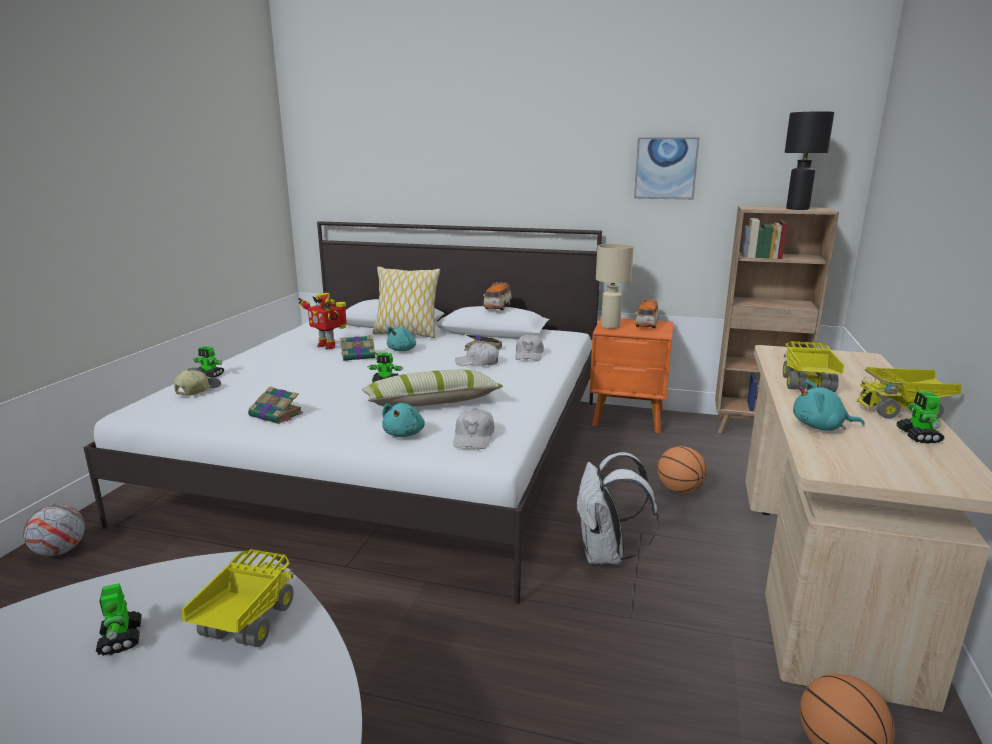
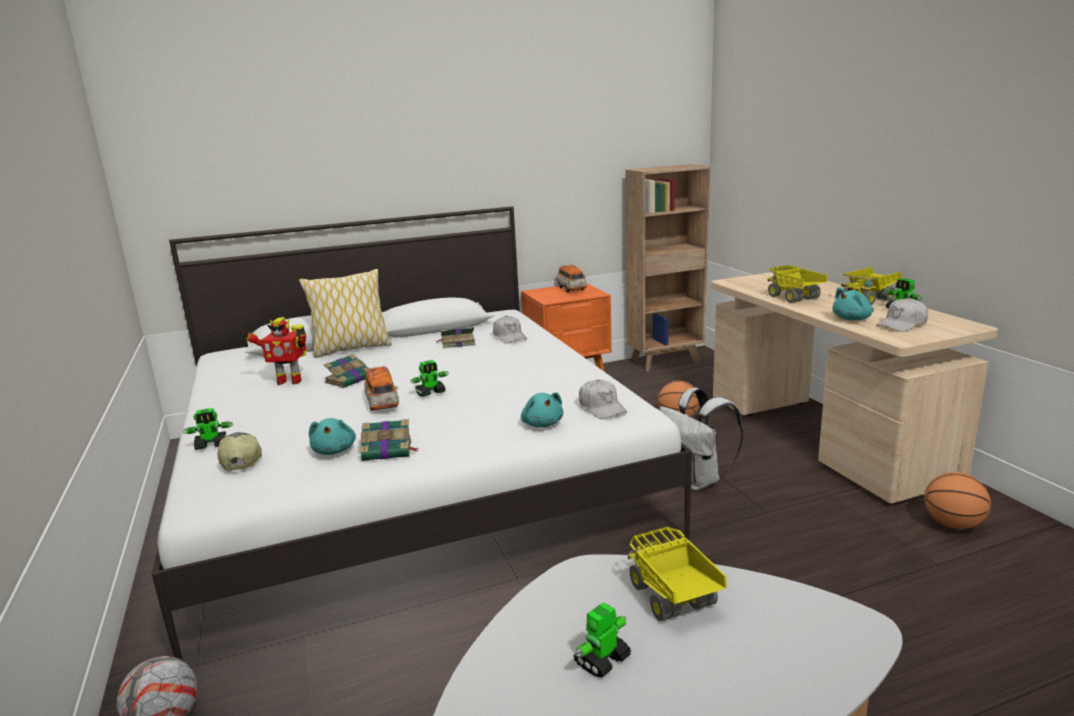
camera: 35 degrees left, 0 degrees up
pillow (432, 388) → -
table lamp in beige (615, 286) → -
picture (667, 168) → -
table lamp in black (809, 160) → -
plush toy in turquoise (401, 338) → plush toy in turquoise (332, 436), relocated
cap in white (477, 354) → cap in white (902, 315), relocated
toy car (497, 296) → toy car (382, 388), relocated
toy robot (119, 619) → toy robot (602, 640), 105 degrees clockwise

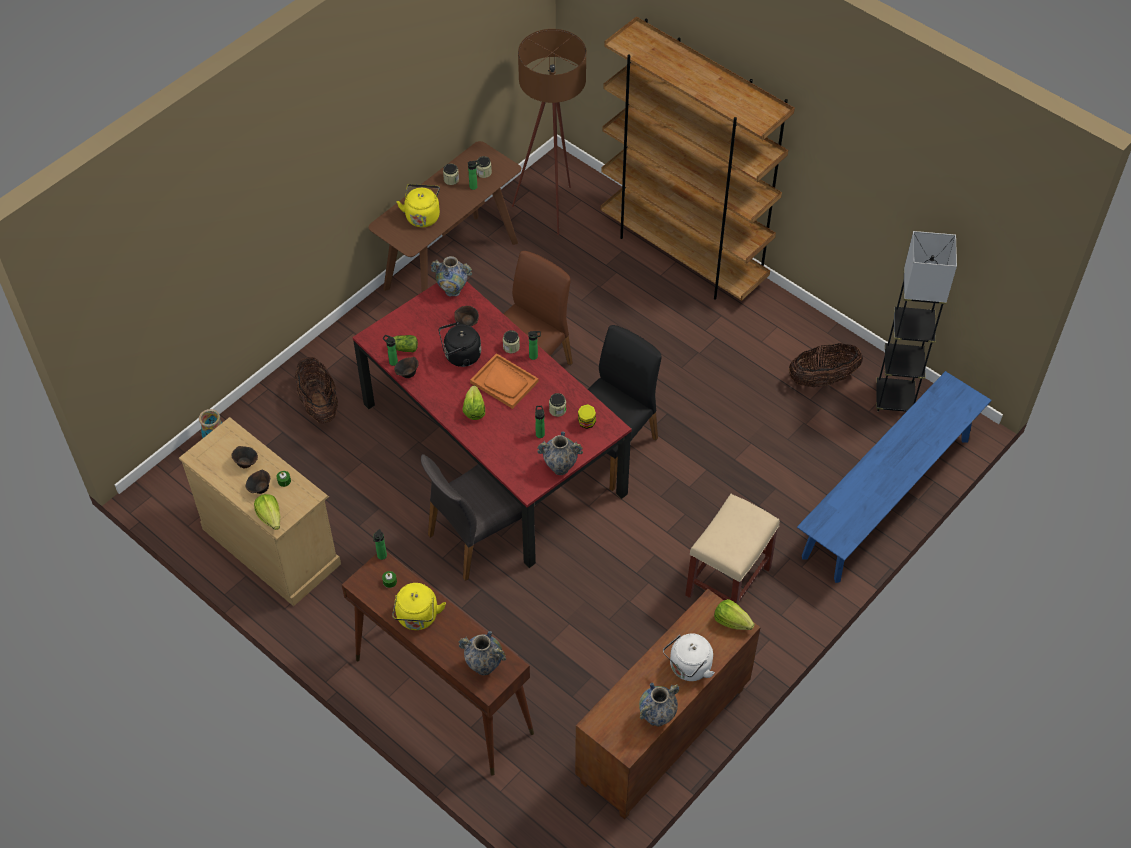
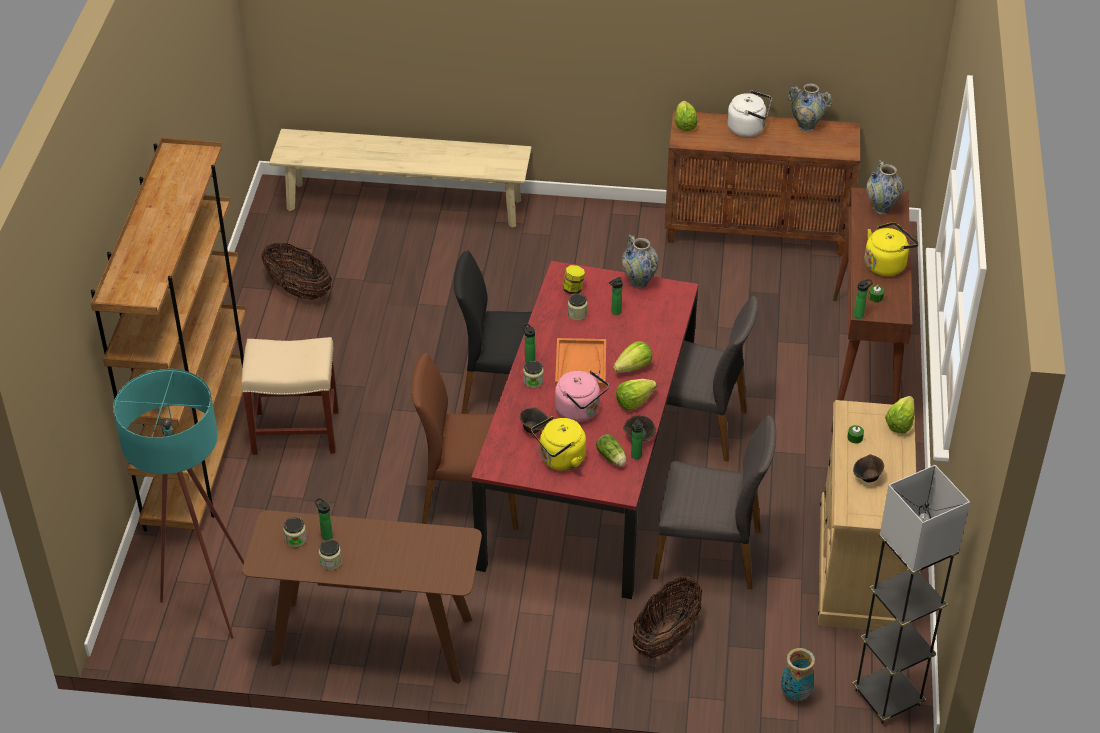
camera: 125 degrees left, 10 degrees down
bowl in brown (258, 481) → -
vase (451, 276) → -
- → lettuce (636, 395)
- → chair in grey (714, 502)
kettle in yellow (418, 205) → kettle in yellow (558, 443), relocated
stool in beige (732, 549) → stool in beige (290, 396), relocated
floor lamp in grey (916, 321) → floor lamp in grey (911, 594), relocated
kettle in black (460, 344) → kettle in pink (582, 396)
floor lamp in brown (549, 132) → floor lamp in turquoise (178, 504)
bench in blue (894, 477) → bench in beige (400, 178)

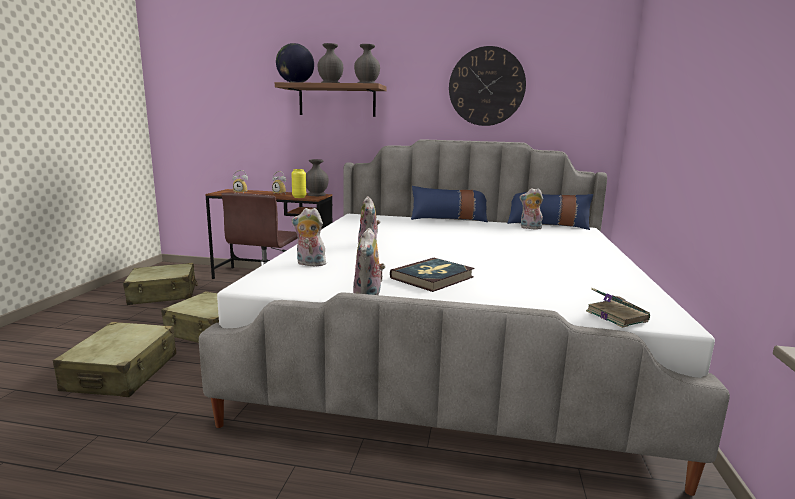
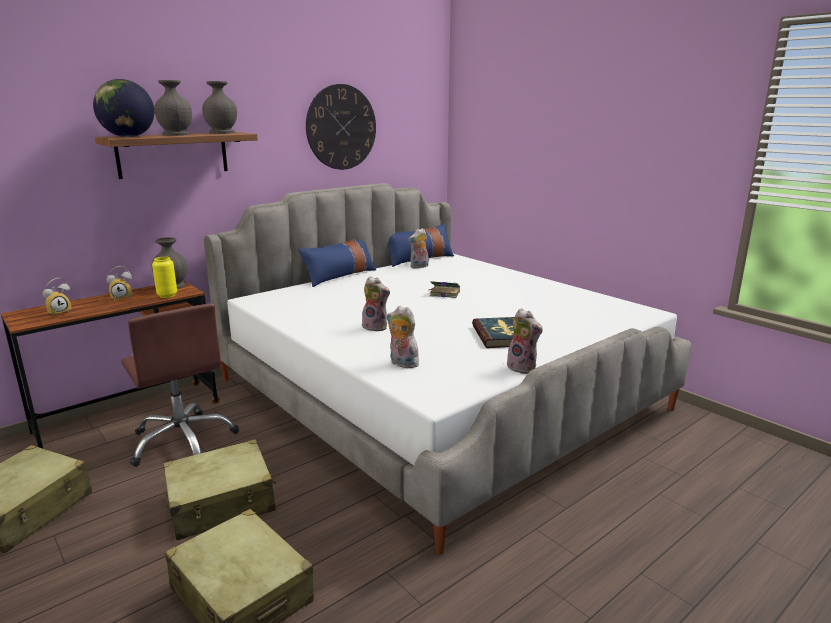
camera: 50 degrees left, 5 degrees up
book (618, 308) → book (445, 289), relocated
plush toy (309, 237) → plush toy (403, 337), 75 degrees clockwise

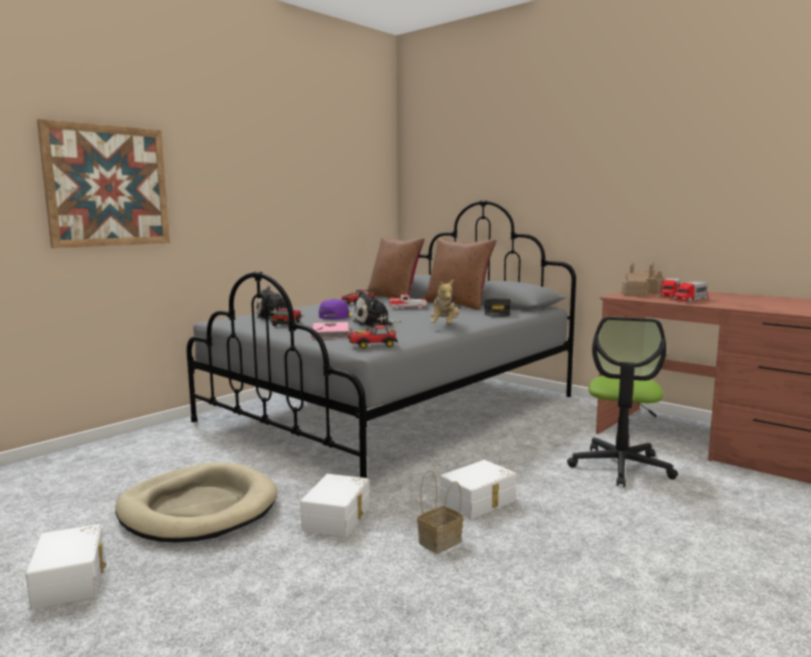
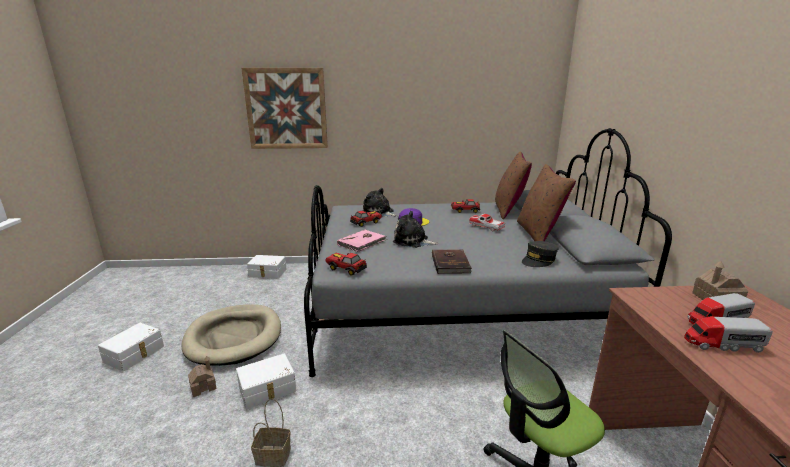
camera: 45 degrees right, 10 degrees up
storage box in white (478, 489) → storage box in white (266, 267), relocated
toy house (634, 278) → toy house (202, 376), relocated
plush toy (444, 301) → book in brown (452, 261)

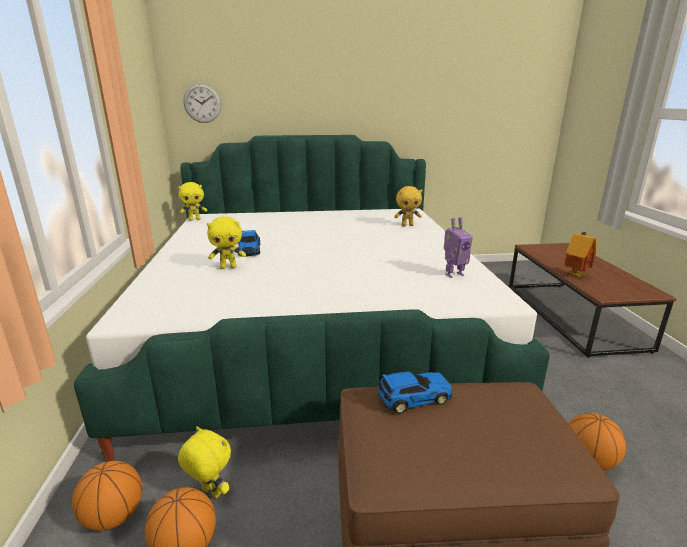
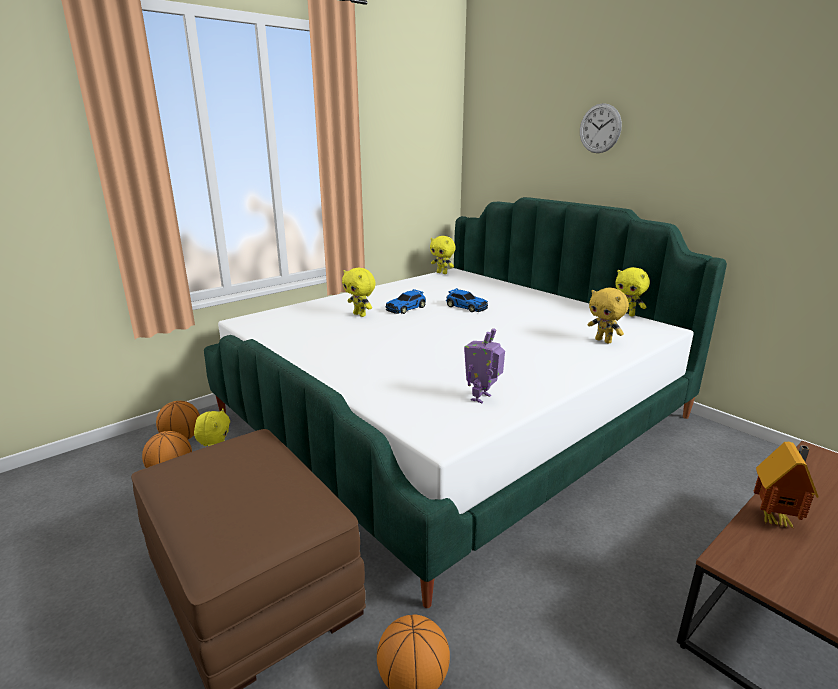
camera: 55 degrees right, 0 degrees up
- → plush toy in yellow (632, 292)
wall clock (202, 103) → wall clock (601, 128), relocated
toy car (414, 392) → toy car (467, 300), relocated
toy robot (458, 247) → toy robot (484, 365), 90 degrees clockwise

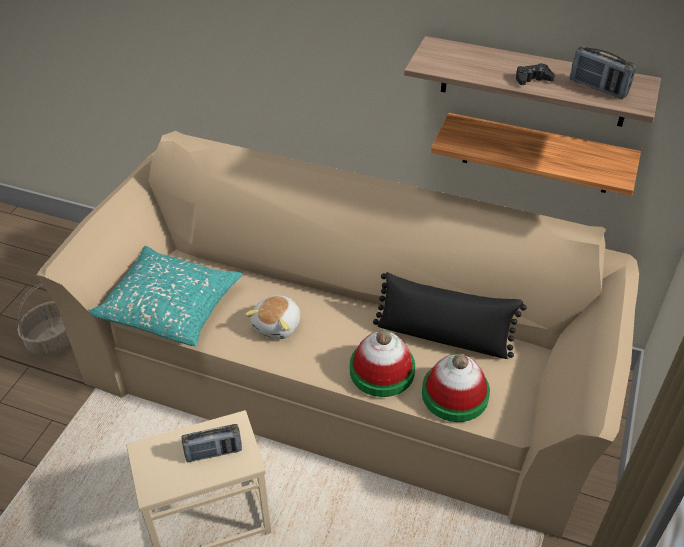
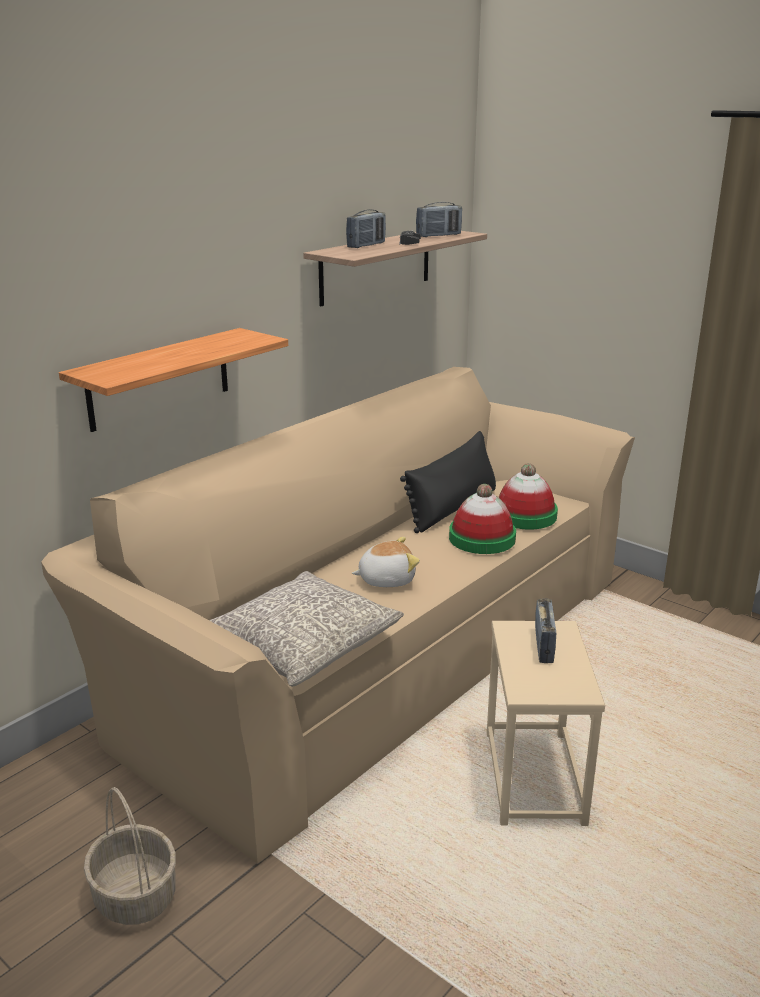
camera: 70 degrees left, 20 degrees down
- → radio (366, 228)
shelf (536, 154) → shelf (173, 380), relocated
pillow in turquoise (166, 296) → pillow in grey (306, 629)
plush toy (272, 317) → plush toy (386, 562), 60 degrees counterclockwise

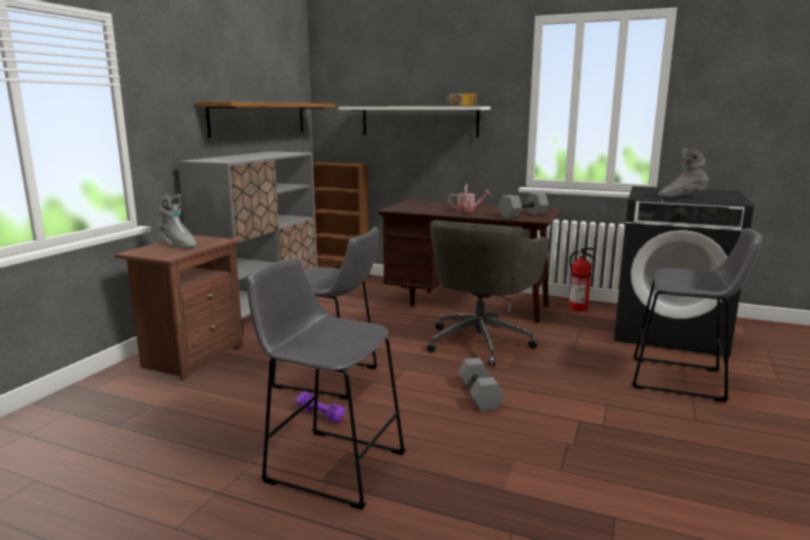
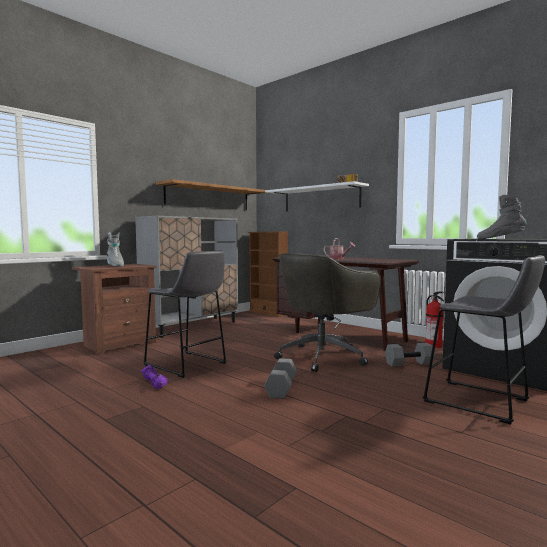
camera: 20 degrees right, 10 degrees down
stool in grey (326, 384) → -
dumbbell in grey (524, 205) → dumbbell in grey (410, 355), relocated

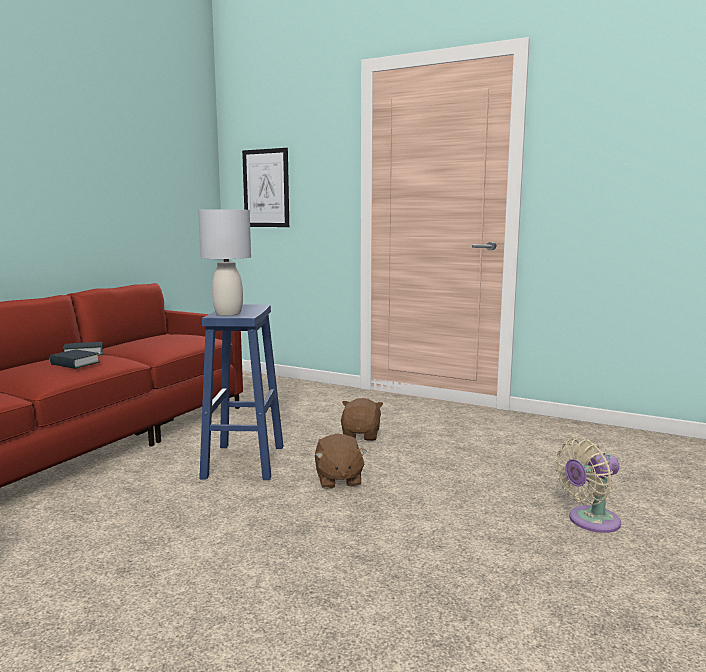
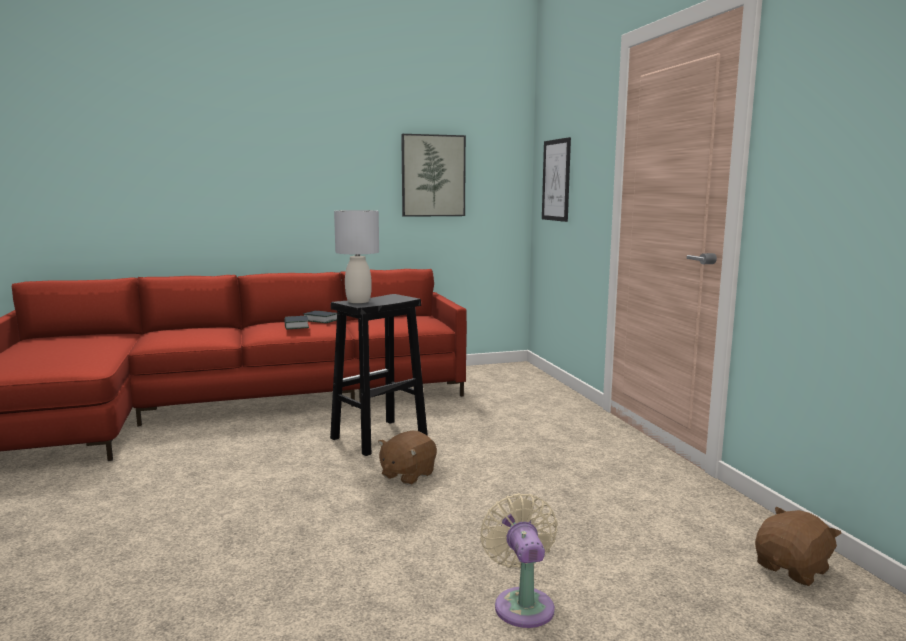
camera: 45 degrees right, 0 degrees up
- → picture (433, 175)
plush toy in brown (362, 419) → plush toy in brown (798, 546), relocated
stool in blue (241, 392) → stool in black (379, 375)
fan in beige (588, 485) → fan in beige (519, 560), 60 degrees clockwise

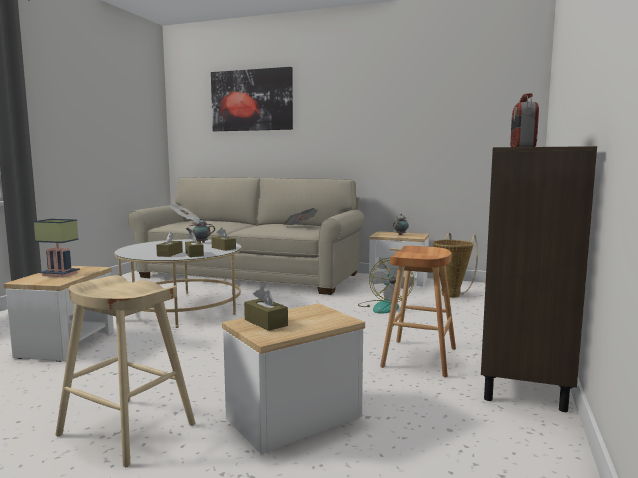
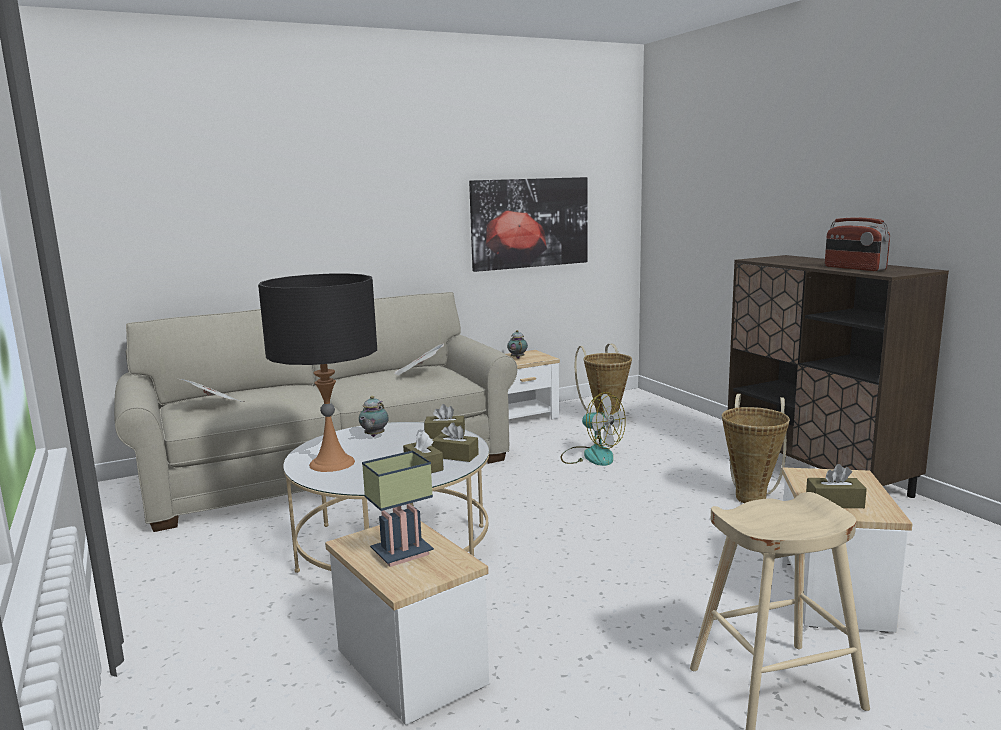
camera: 45 degrees left, 5 degrees up
- → table lamp in black (317, 373)
picture (252, 99) → picture (528, 224), relocated
stool in brown (418, 311) → basket (756, 448)

